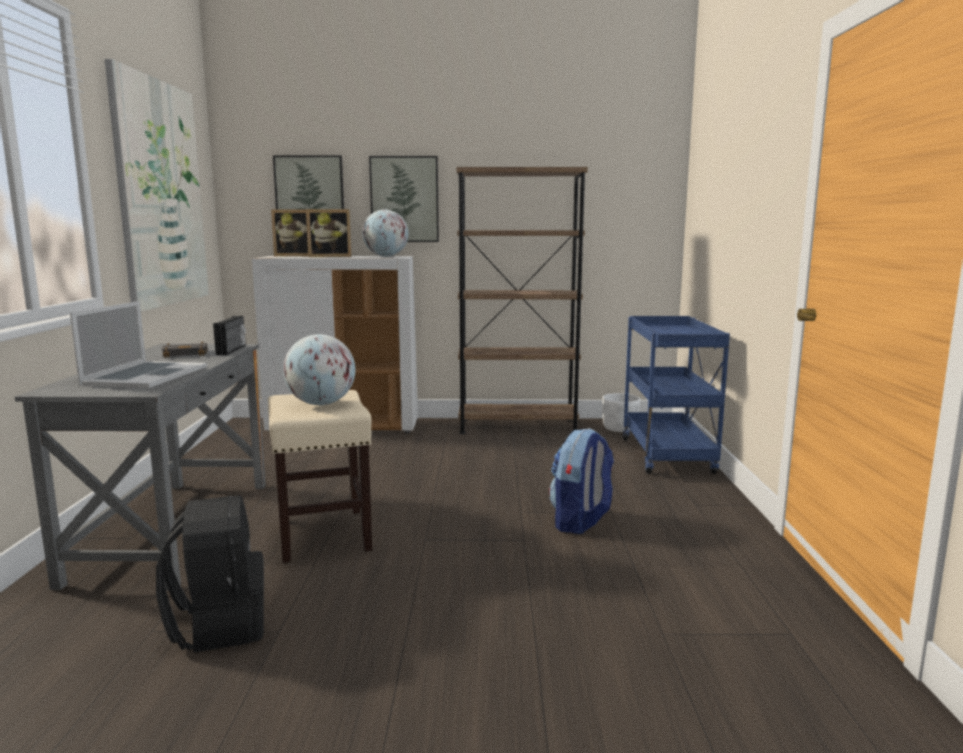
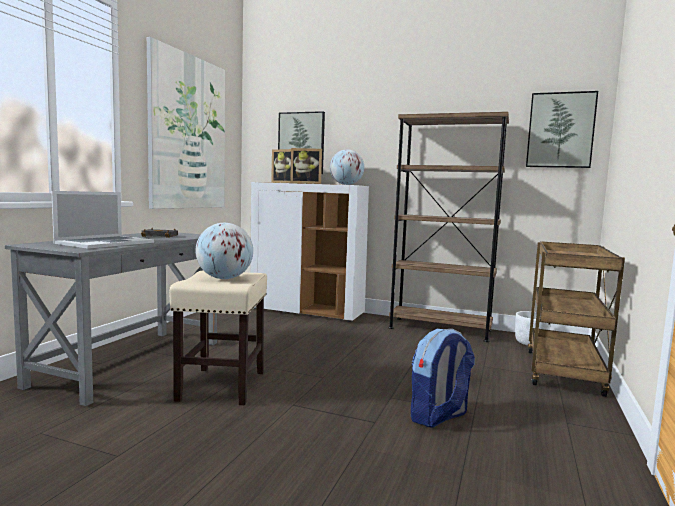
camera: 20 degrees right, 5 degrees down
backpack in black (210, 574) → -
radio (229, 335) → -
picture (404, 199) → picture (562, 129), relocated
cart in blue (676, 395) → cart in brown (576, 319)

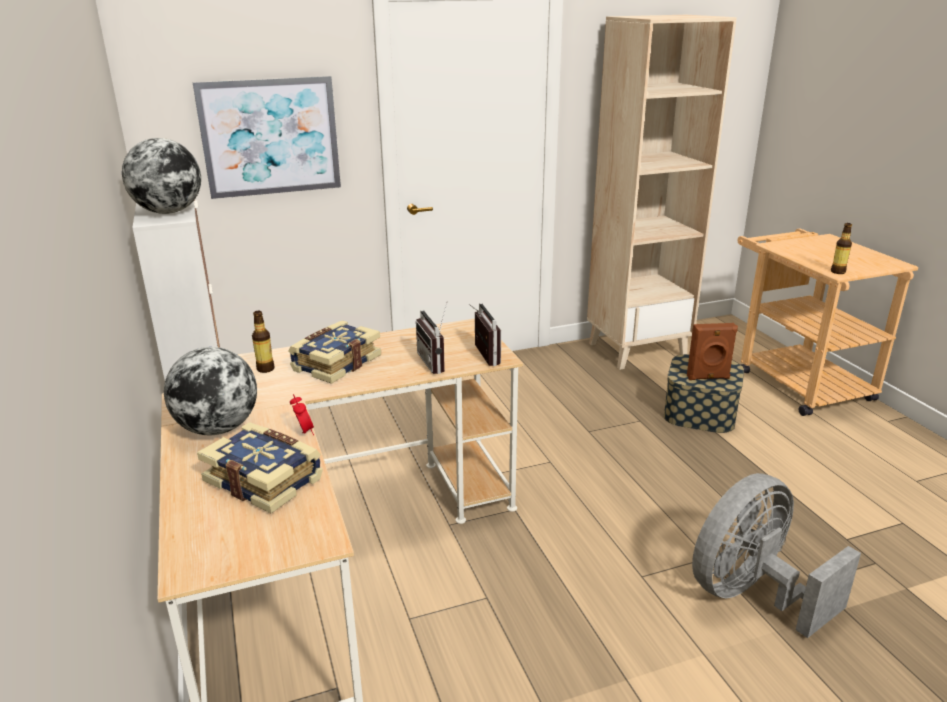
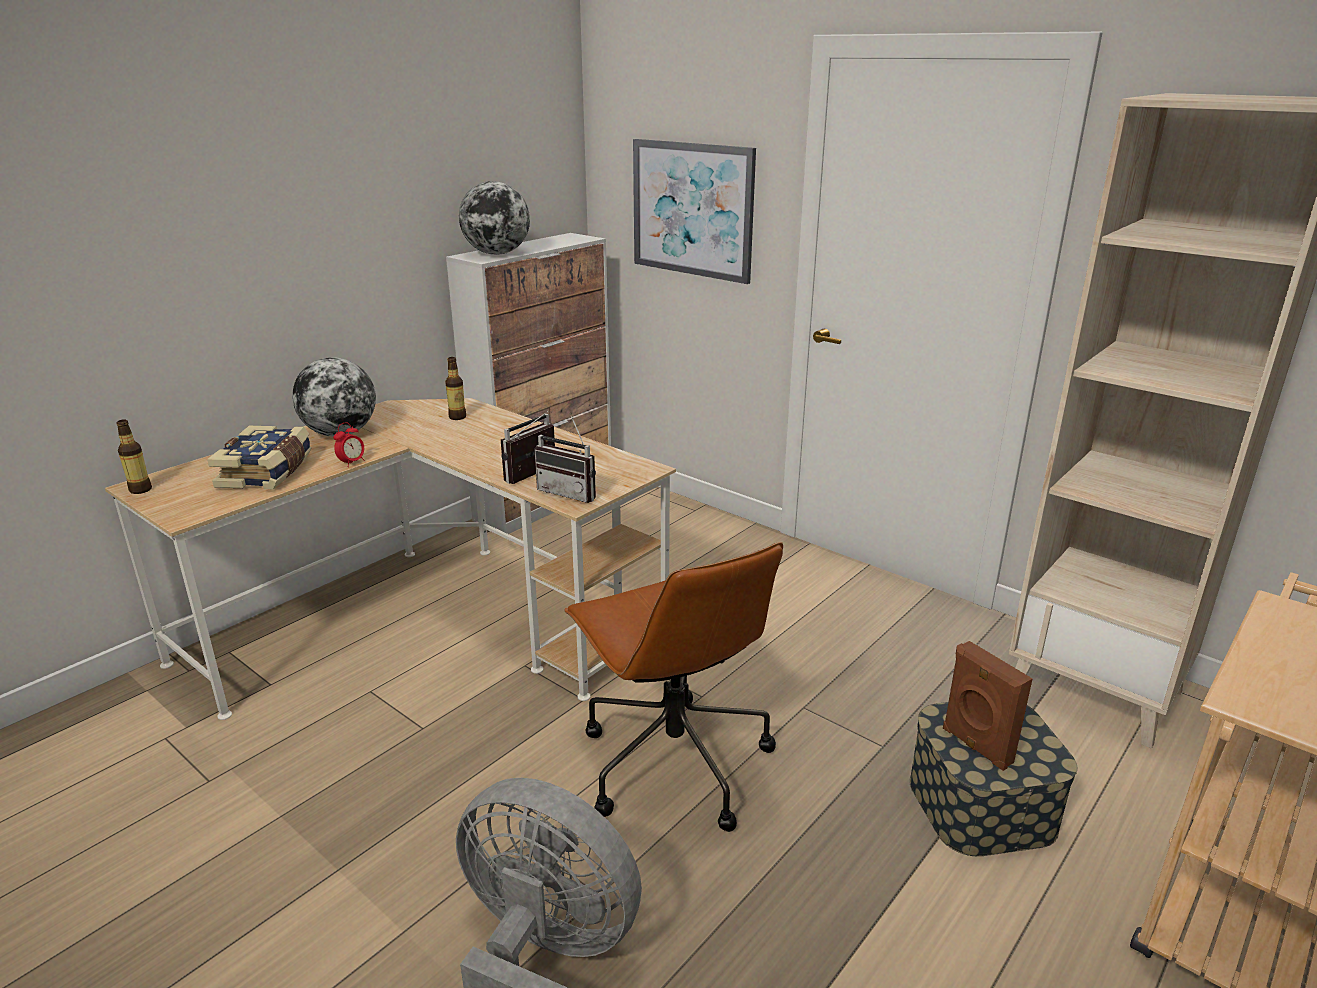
camera: 60 degrees right, 0 degrees up
book (334, 352) → -
- → office chair in brown (674, 687)
bottle (841, 248) → bottle (134, 456), relocated
radio (485, 334) → radio (565, 459), 75 degrees clockwise

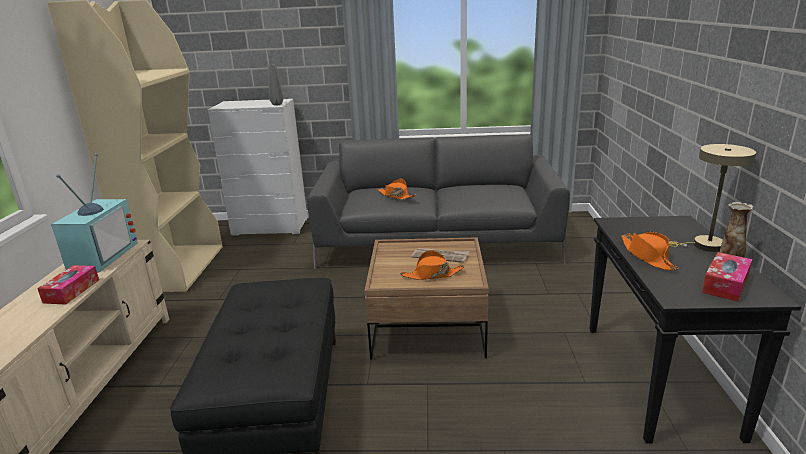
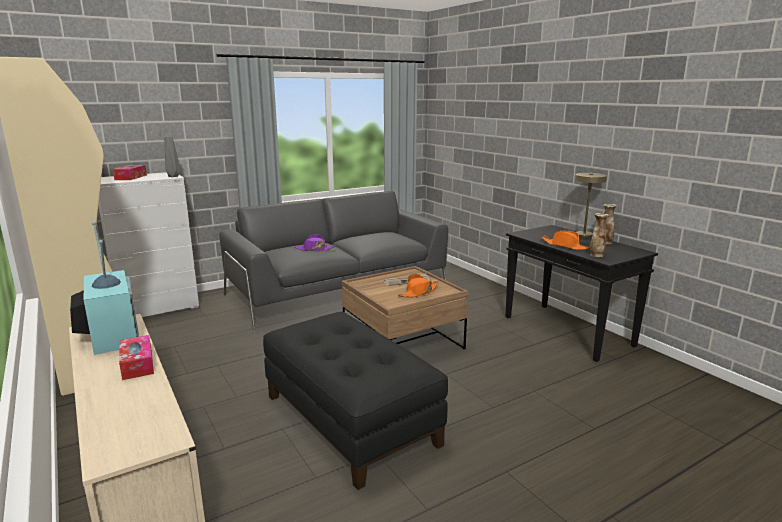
camera: 35 degrees left, 5 degrees down
- → vase (599, 235)
tissue box (727, 277) → tissue box (130, 172), relocated
hat in orange (397, 189) → hat in purple (315, 242)

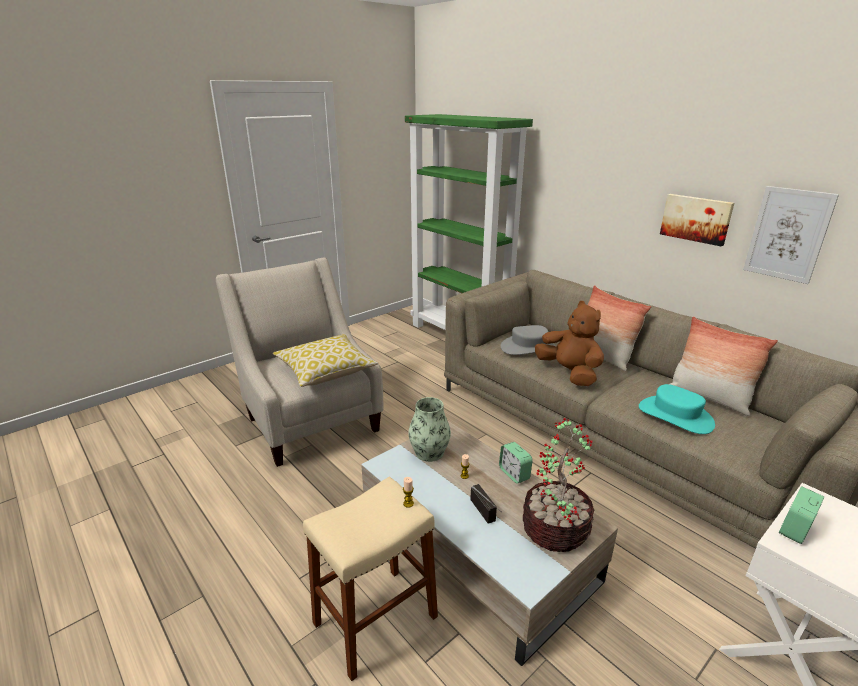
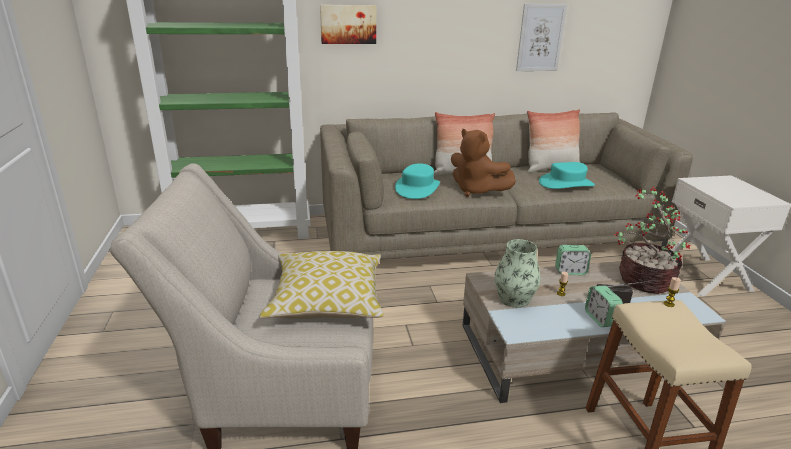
camera: 60 degrees left, 0 degrees up
picture (697, 220) → picture (348, 24), relocated
alarm clock (801, 515) → alarm clock (604, 306), relocated
hat in grey (528, 340) → hat in turquoise (417, 181)
plush toy in brown (569, 343) → plush toy in brown (483, 163), 135 degrees counterclockwise

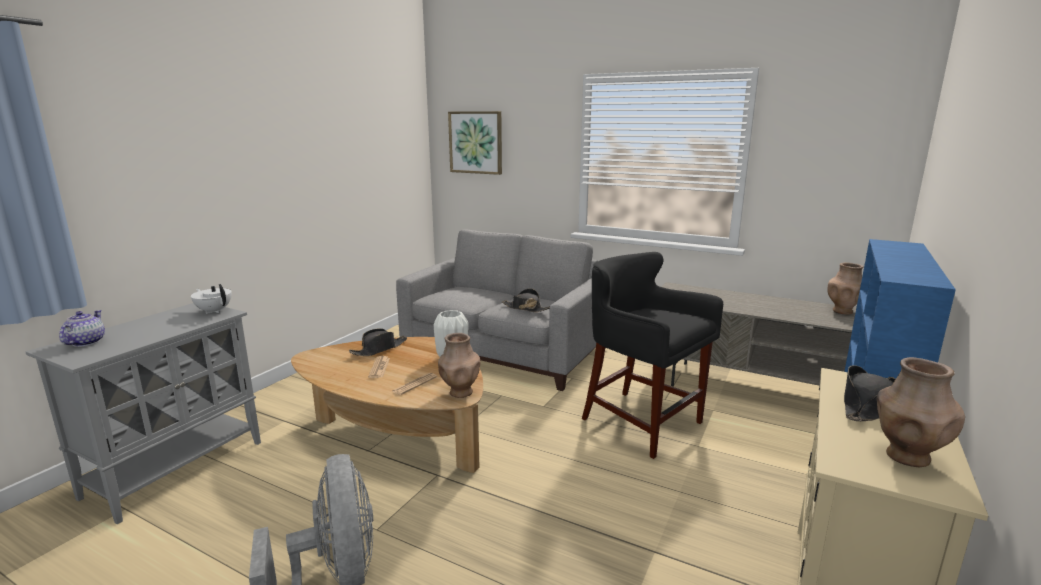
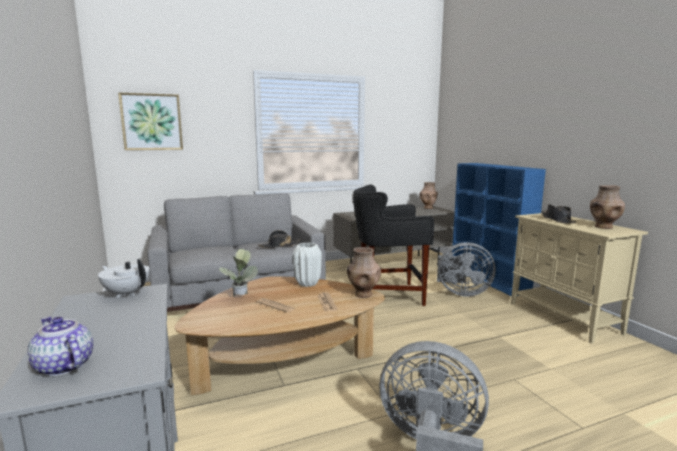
camera: 50 degrees left, 5 degrees down
- → fan in grey (466, 269)
hat in black (378, 342) → potted plant (238, 273)
teapot in white (211, 299) → teapot in white (123, 278), 45 degrees clockwise

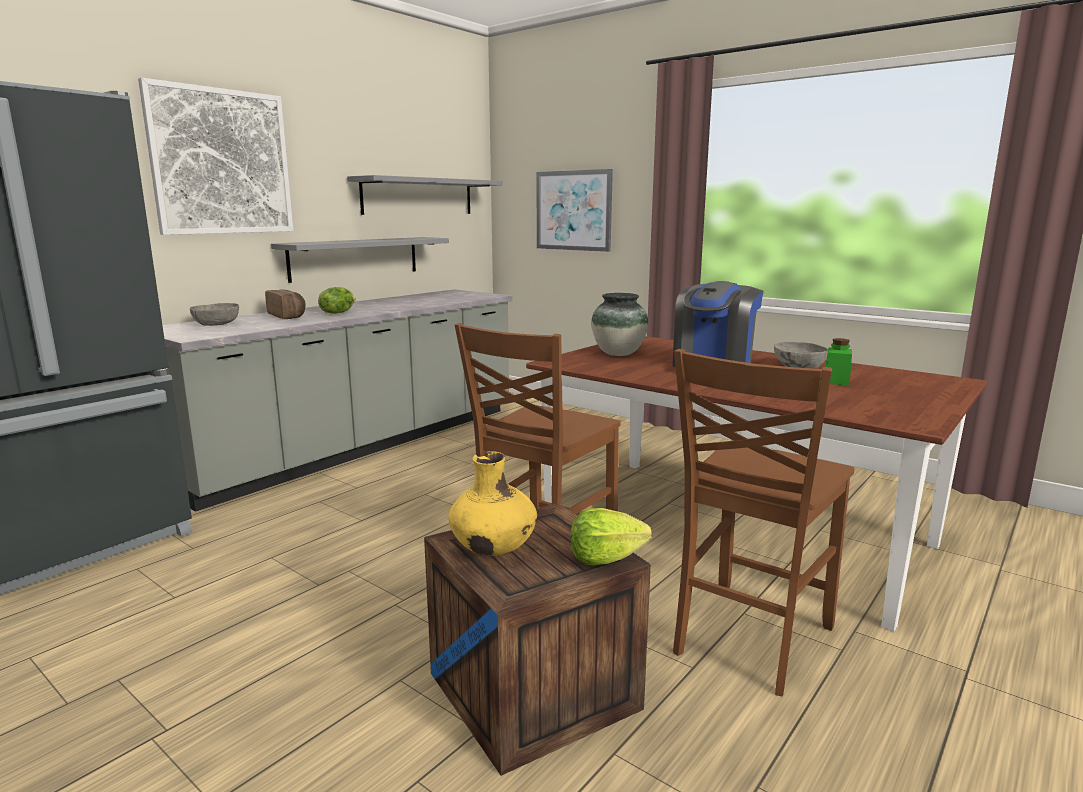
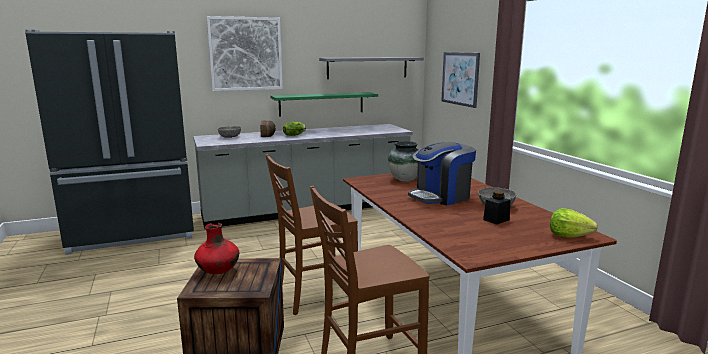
camera: 30 degrees right, 0 degrees up
lettuce (611, 536) → lettuce (574, 223), relocated
shelf in grey (360, 260) → shelf in green (324, 104)
vase in yellow (492, 503) → vase in red (216, 248)
jar in green (839, 362) → jar in black (496, 208)

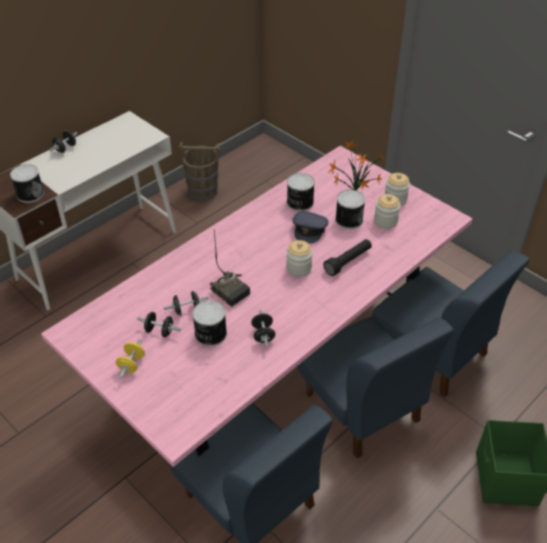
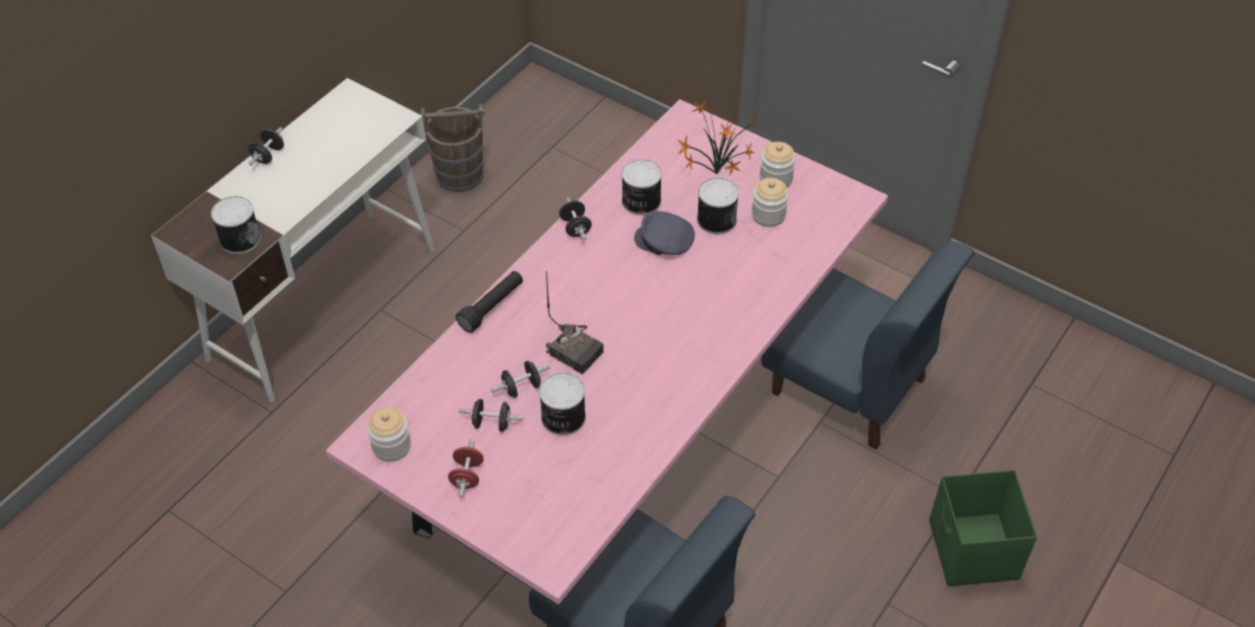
camera: 10 degrees left, 5 degrees up
chair in blue (375, 387) → -
dumbbell in black (263, 328) → dumbbell in black (575, 219), relocated
jar (299, 258) → jar (389, 434), relocated
flashlight in black (347, 257) → flashlight in black (489, 302), relocated
dumbbell in yellow (130, 358) → dumbbell in red (465, 468)
cap in grey (310, 227) → cap in grey (664, 233), 105 degrees clockwise

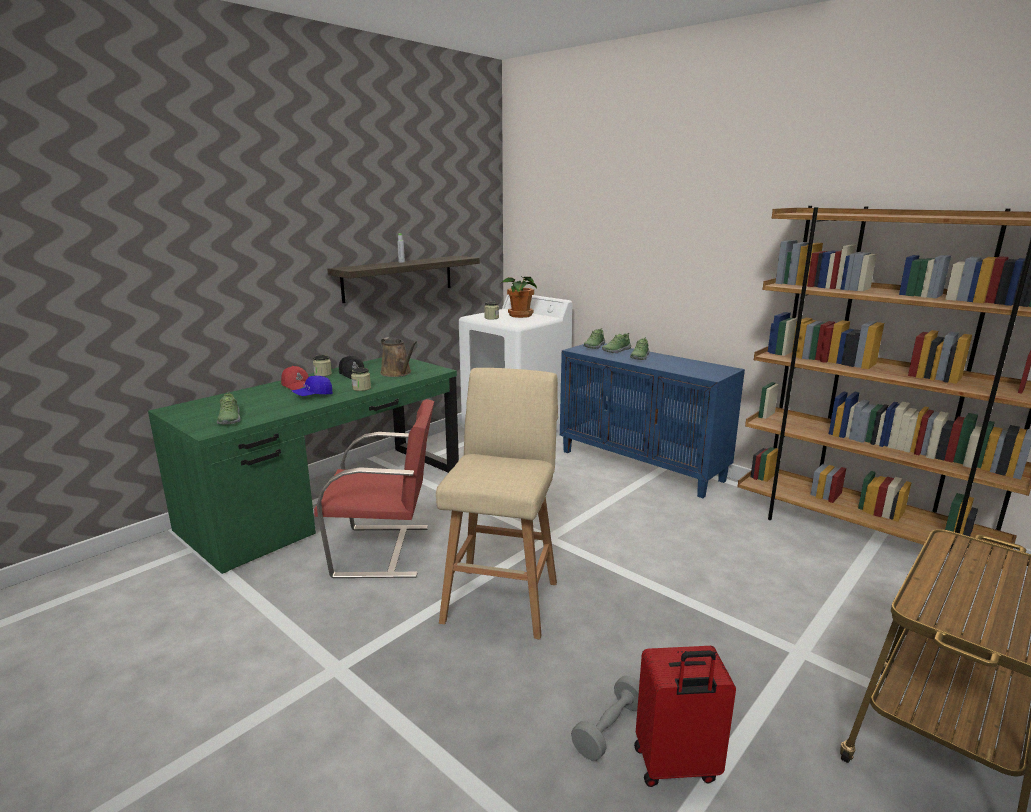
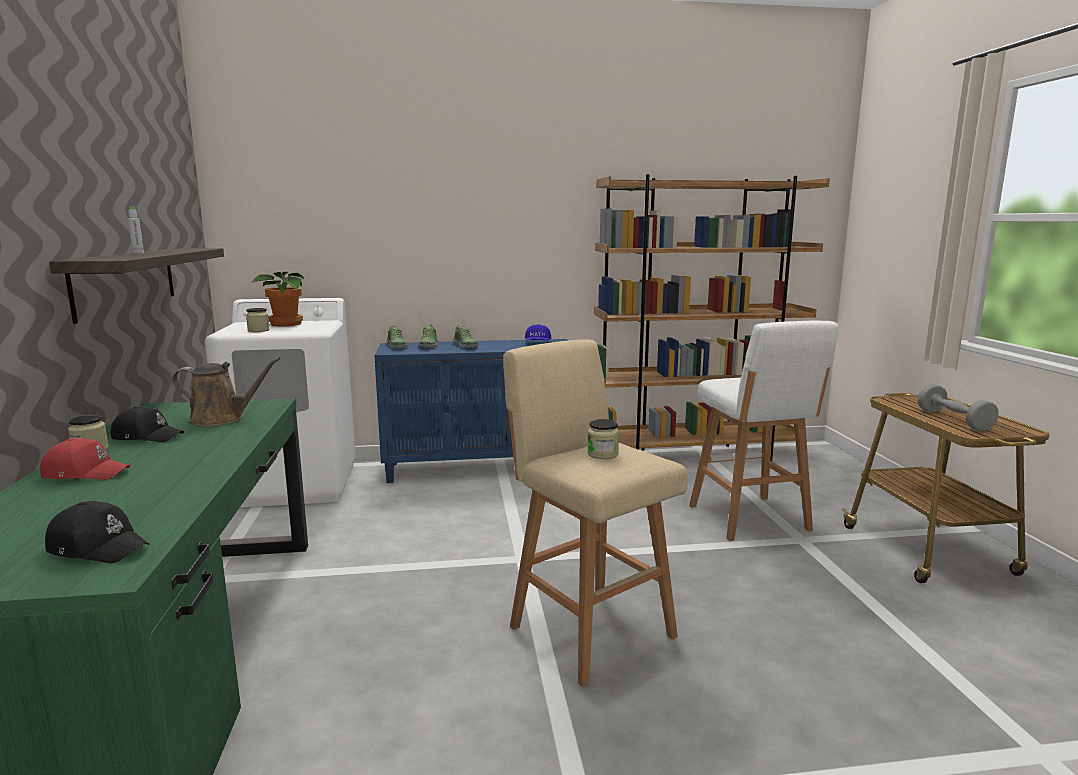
camera: 50 degrees left, 5 degrees down
chair in red (374, 488) → -
suitcase in red (685, 716) → -
- → stool in white (764, 431)
cap in blue (312, 386) → cap in blue (538, 332), relocated
jar (361, 379) → jar (603, 439), relocated
dumbbell in grey (605, 718) → dumbbell in grey (958, 407), relocated
shoe (228, 408) → cap in black (97, 532)

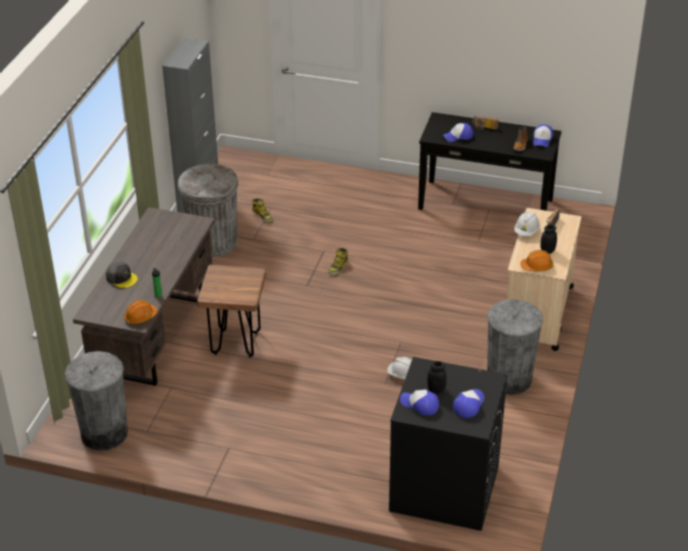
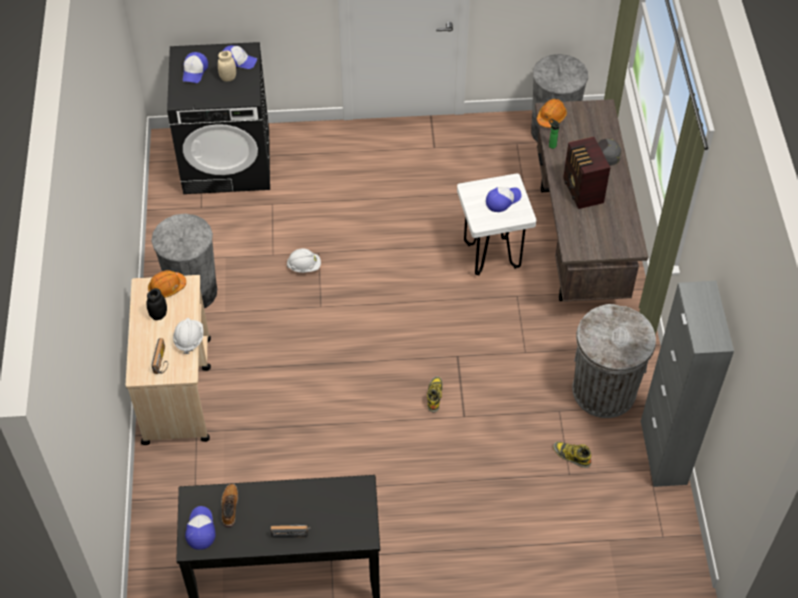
camera: 160 degrees right, 15 degrees up
- → radio (586, 173)
cap (458, 132) → cap (504, 199), relocated
stool in brown (231, 311) → stool in white (496, 224)
jar in black (437, 377) → jar in beige (227, 66)

